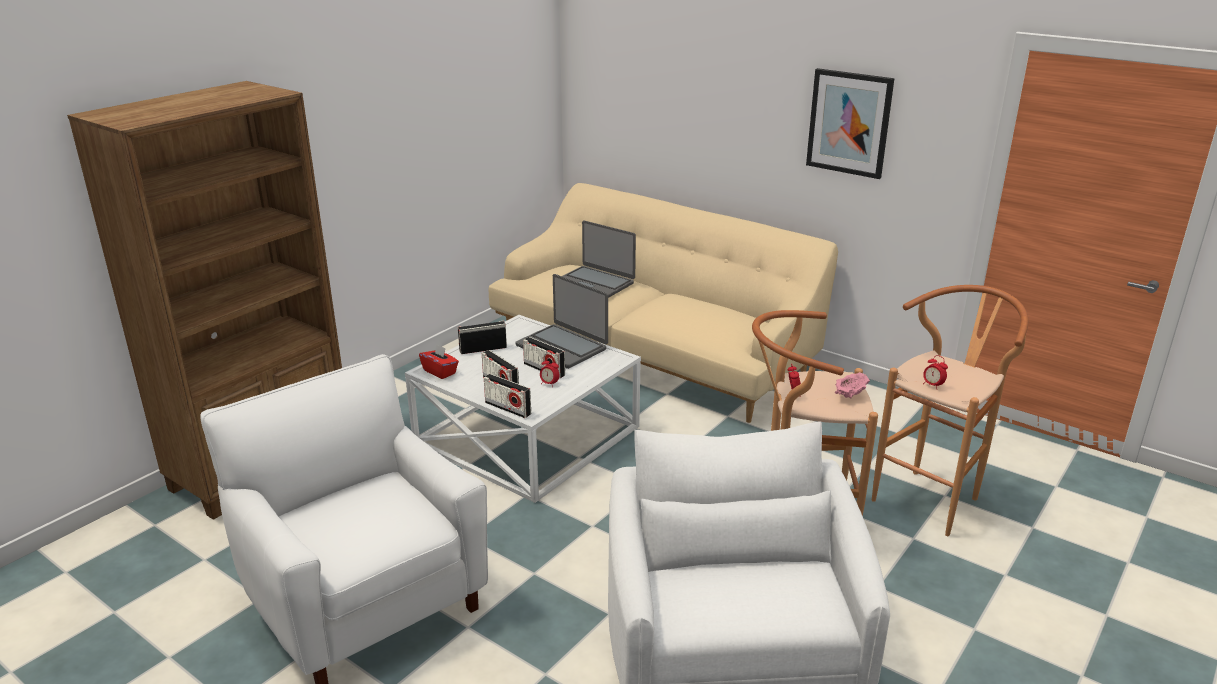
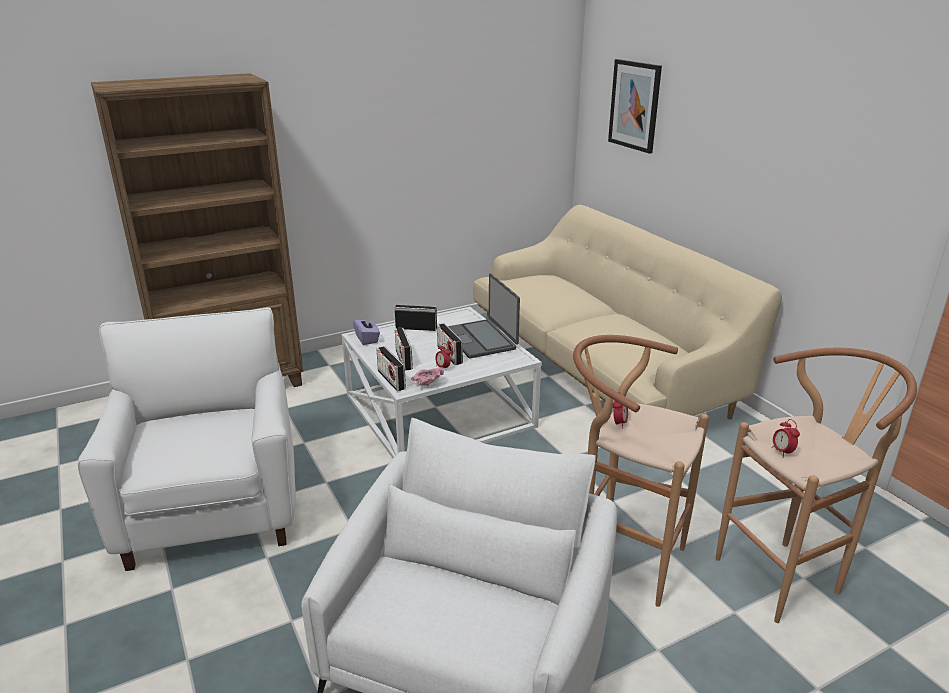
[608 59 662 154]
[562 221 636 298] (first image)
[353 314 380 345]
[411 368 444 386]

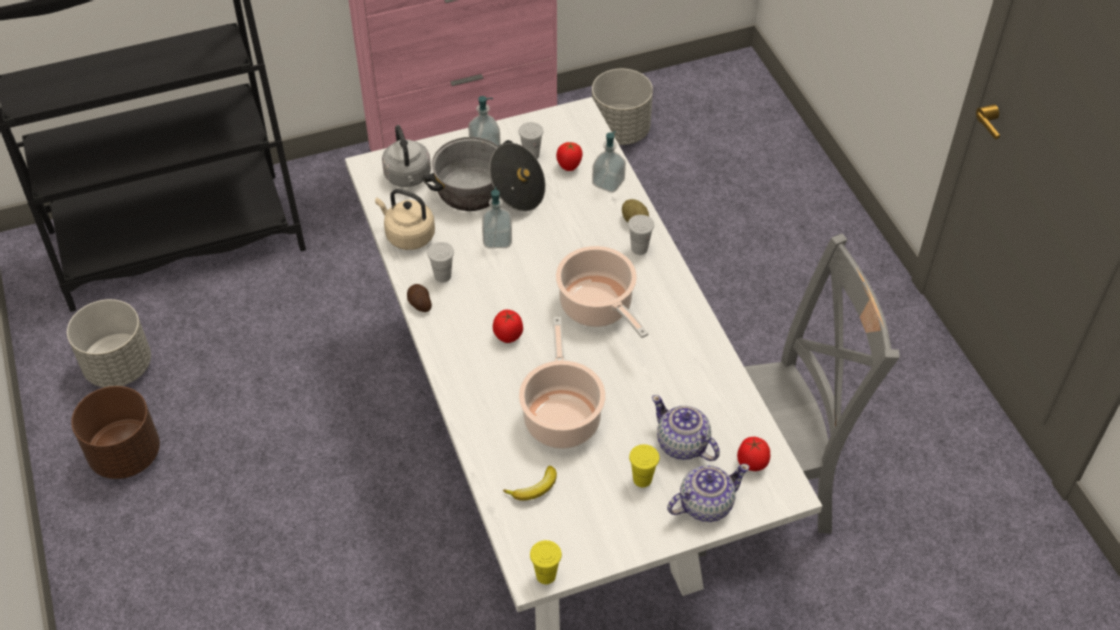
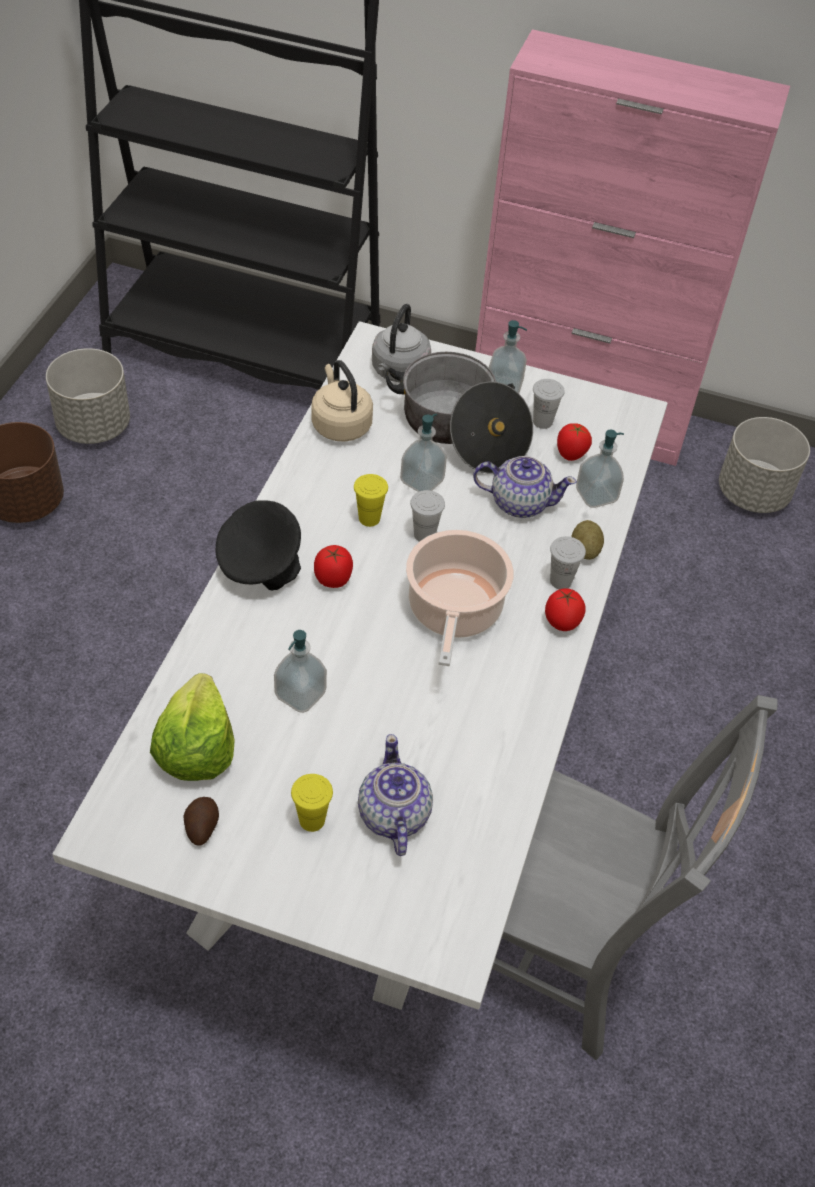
[410 490 445 541]
[183 797 219 846]
[274 630 327 713]
[545 588 586 631]
[473 456 576 518]
[150 673 235 781]
[354 474 388 527]
[215 500 301 590]

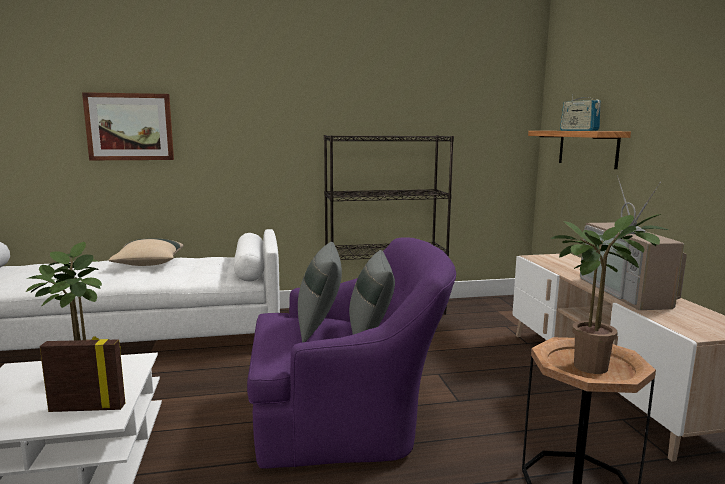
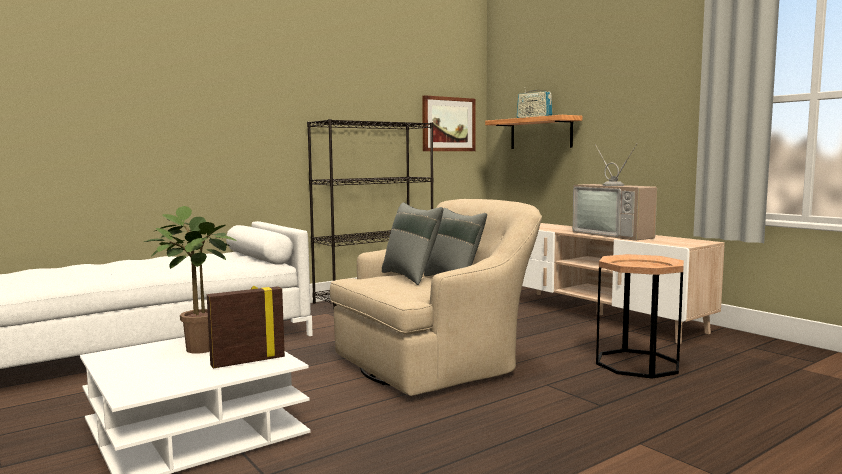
[422 95 476 151]
[550 214 668 374] (first image)
[108 238 184 266] (first image)
[330 199 542 396]

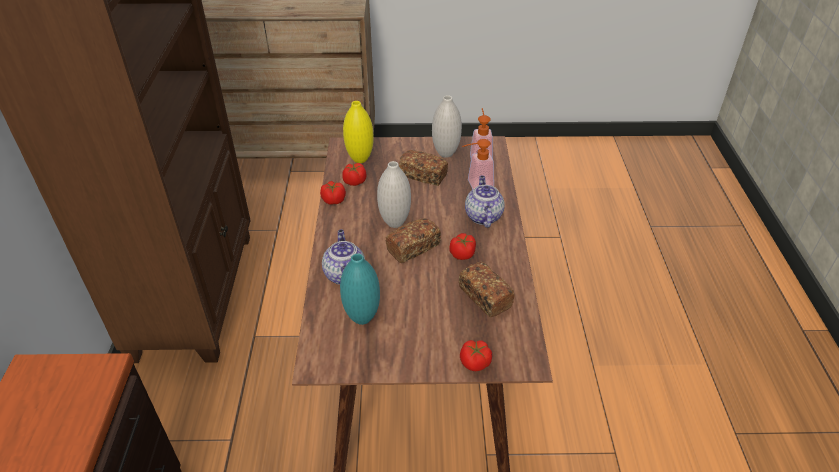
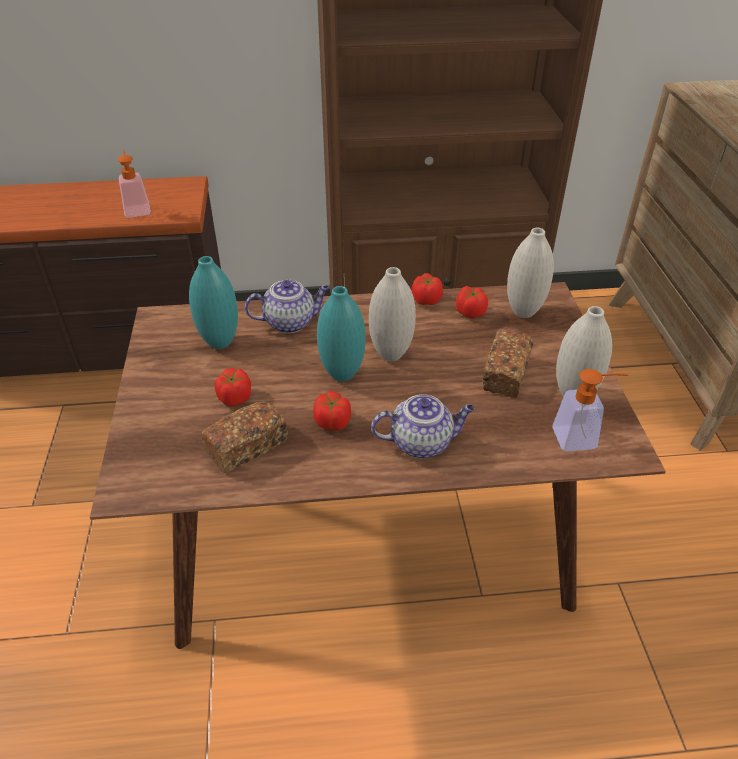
[507 228 554 318]
[117 149 151 218]
[317 286 366 382]
[214 368 251 407]

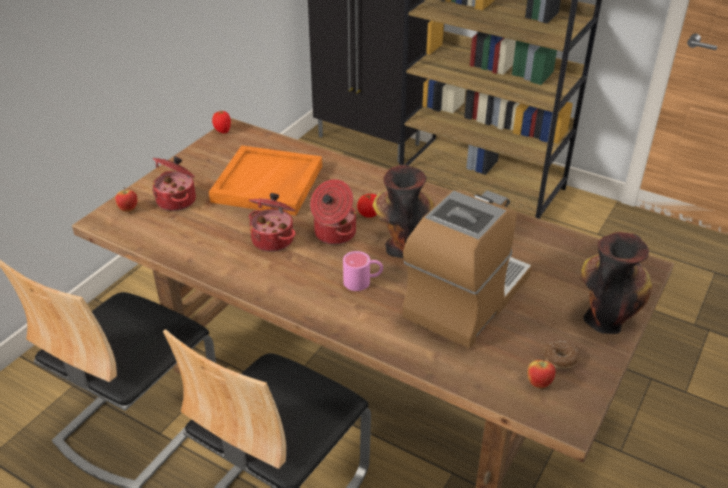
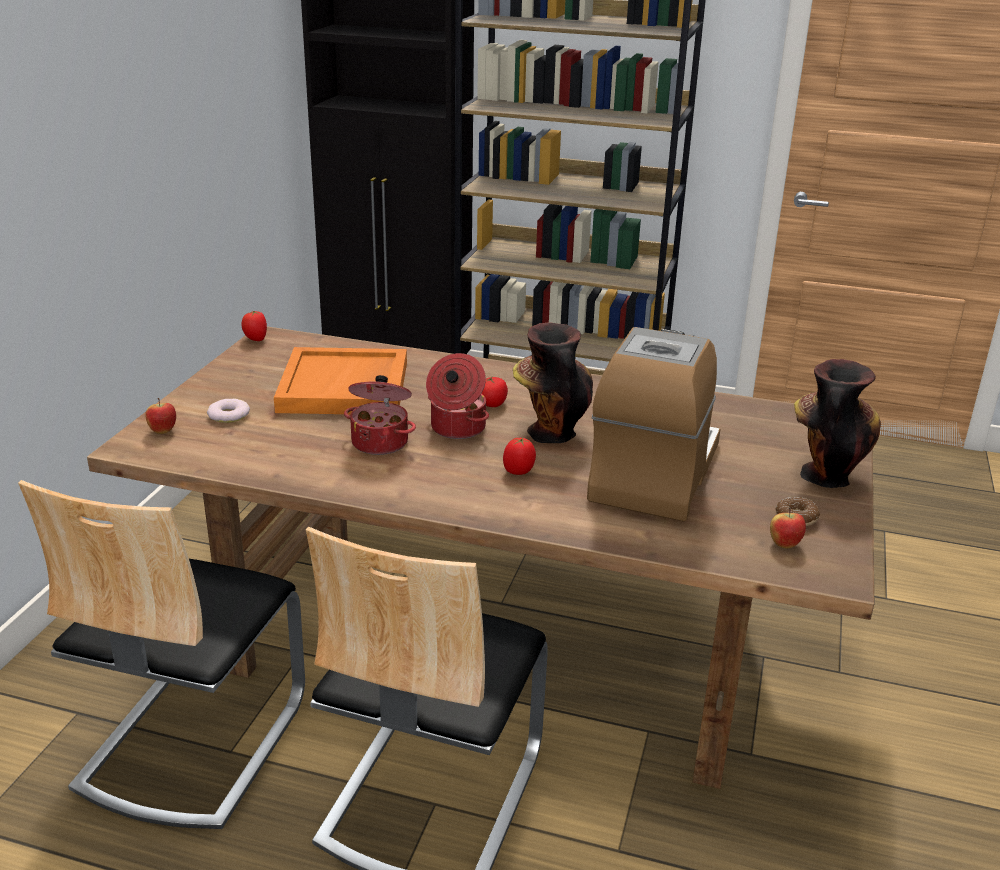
[207 399 250 423]
[503 438 536 475]

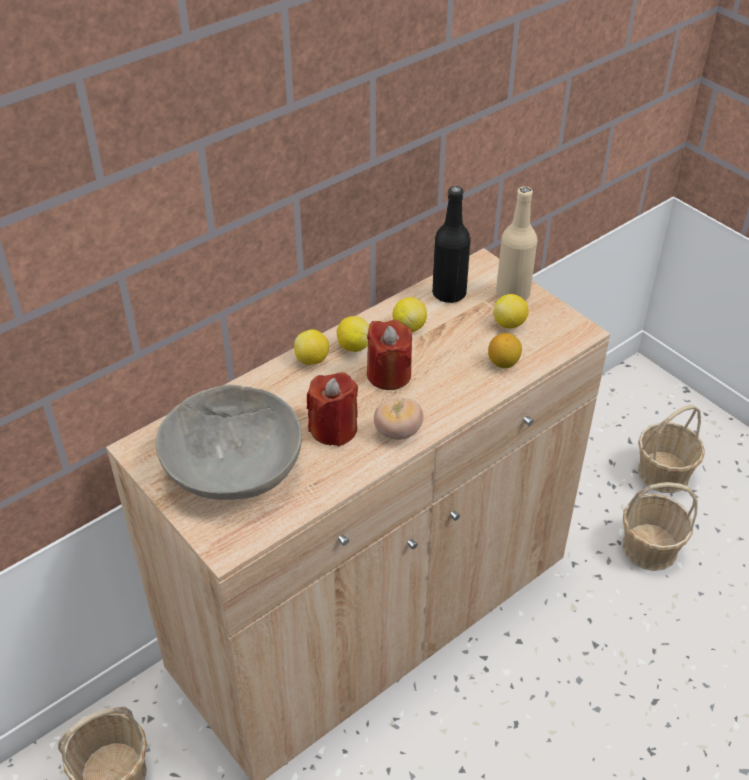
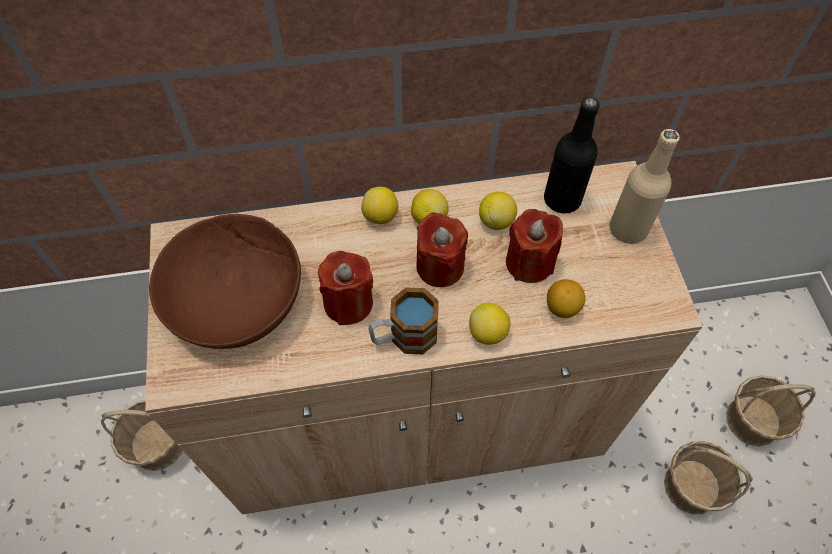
[469 303 510 345]
[149 214 301 349]
[368 288 439 354]
[506 209 563 283]

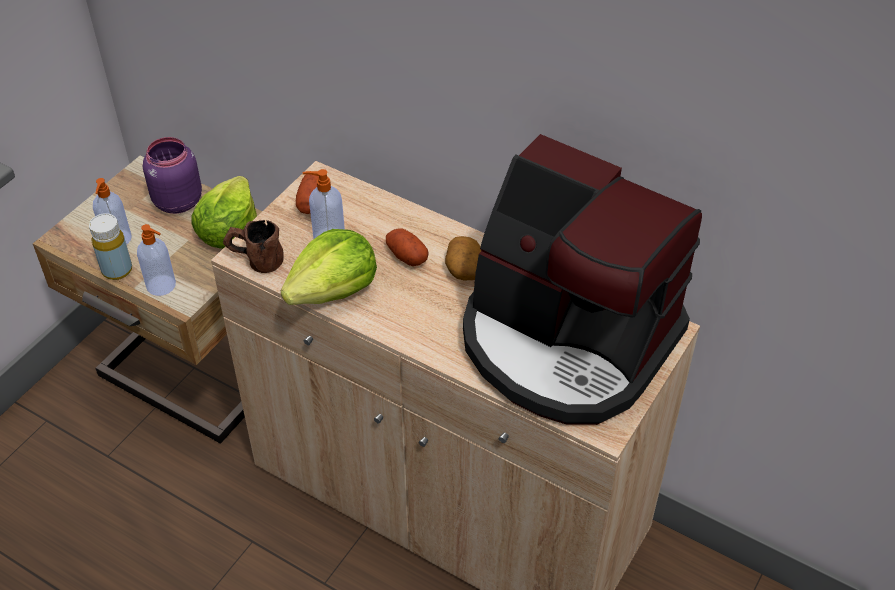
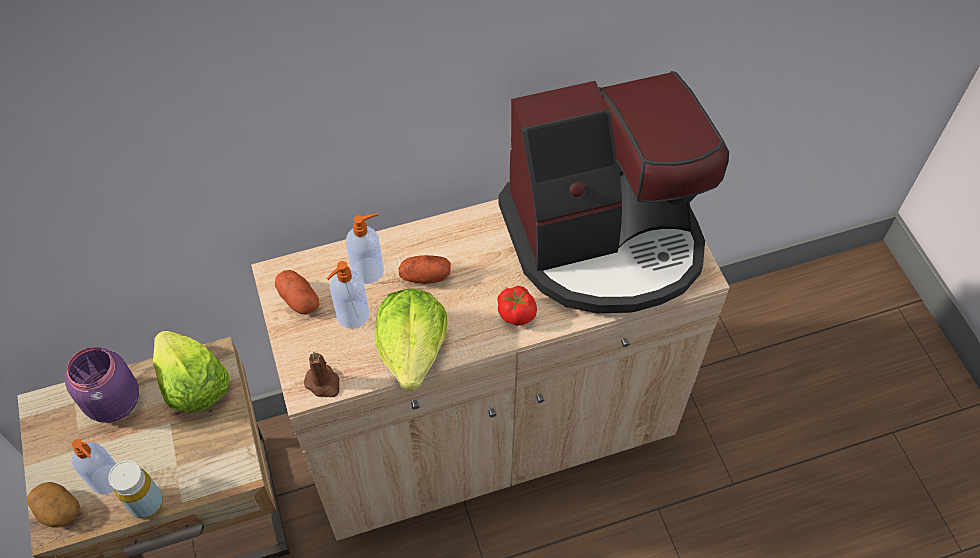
[304 351 340 397]
[346 213 384 284]
[27 482 80 528]
[497 286 537 326]

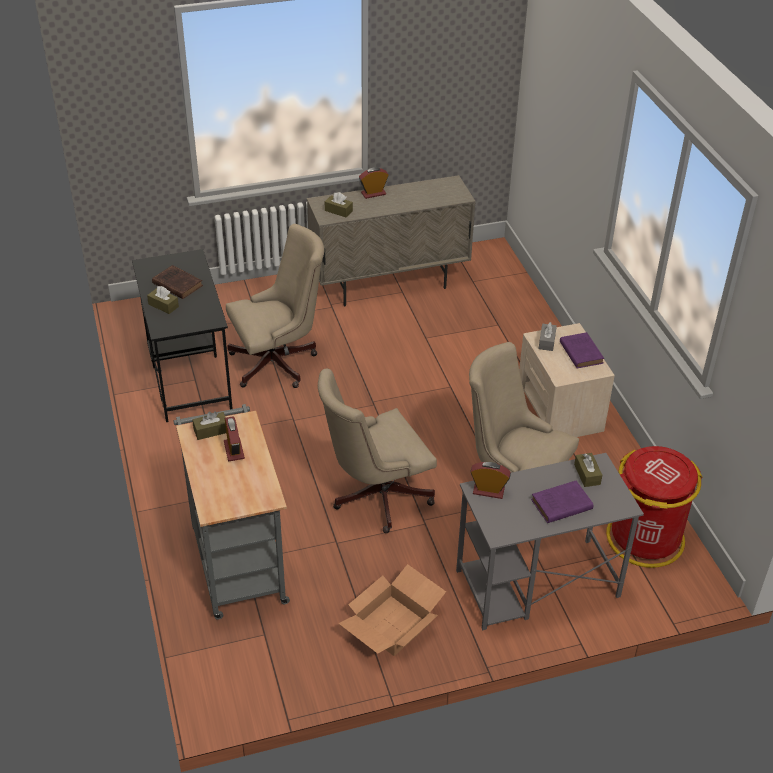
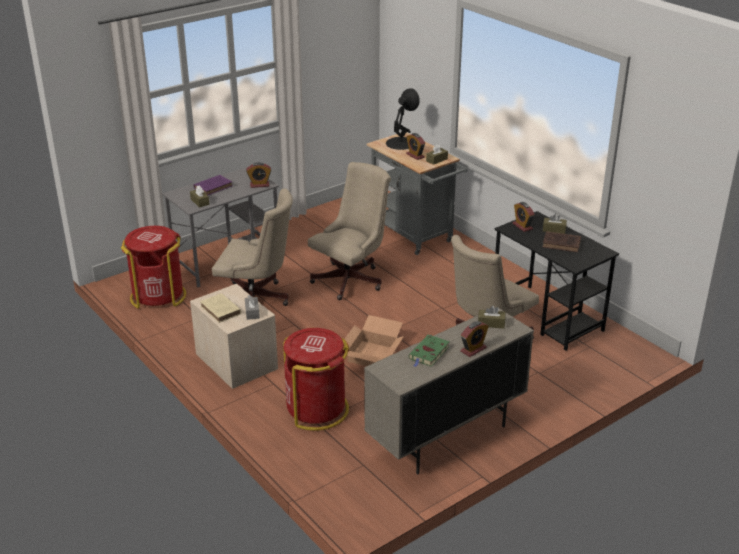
[200 293 241 323]
[345 315 404 366]
[386 88 420 150]
[513 202 535 232]
[283 328 349 431]
[408 335 450 367]

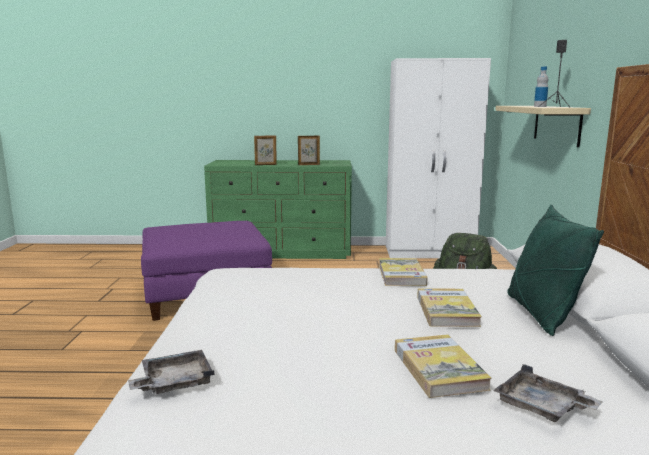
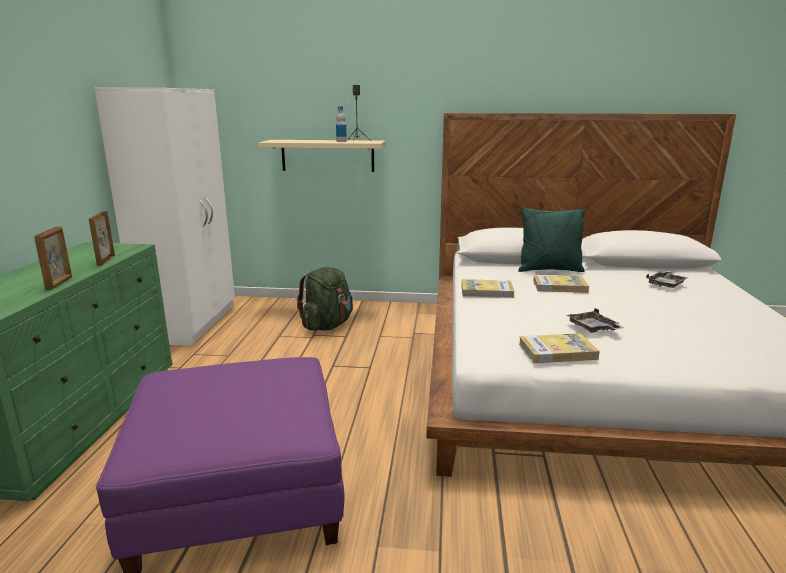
[519 333 600 363]
[567 308 624 333]

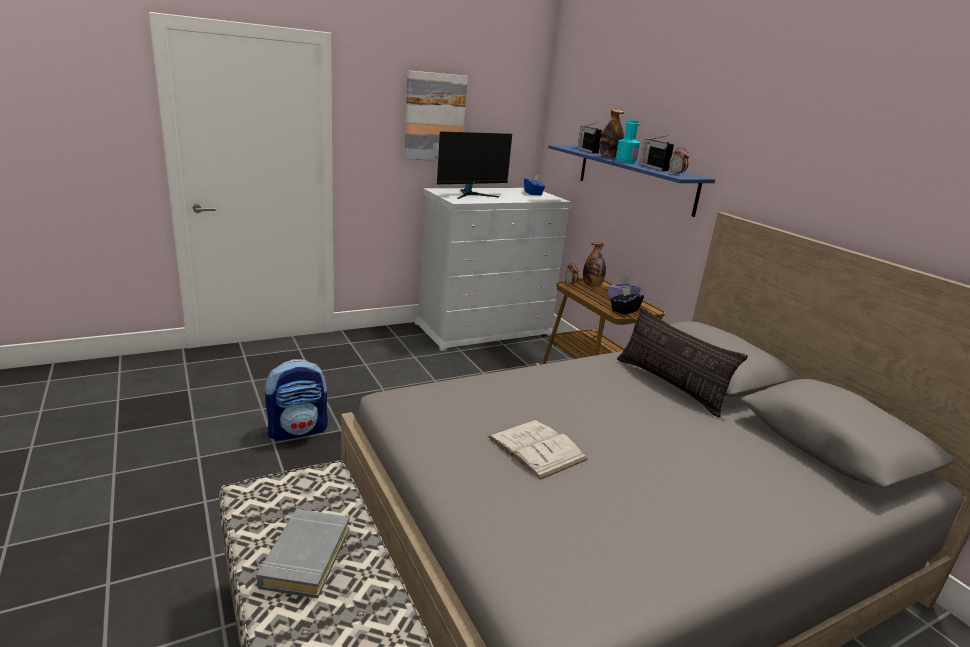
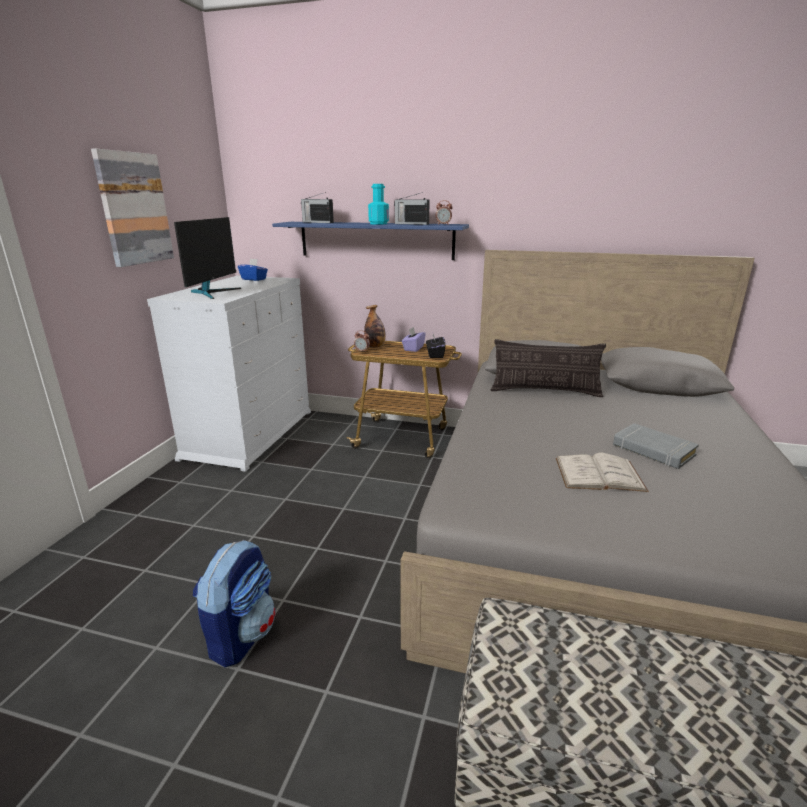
[599 109 624 158] (first image)
[613 423 699 469]

